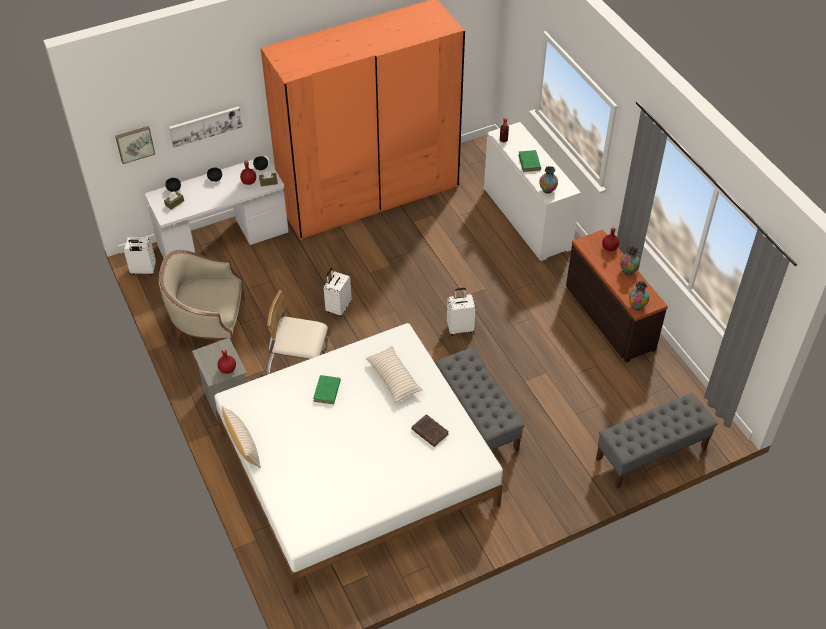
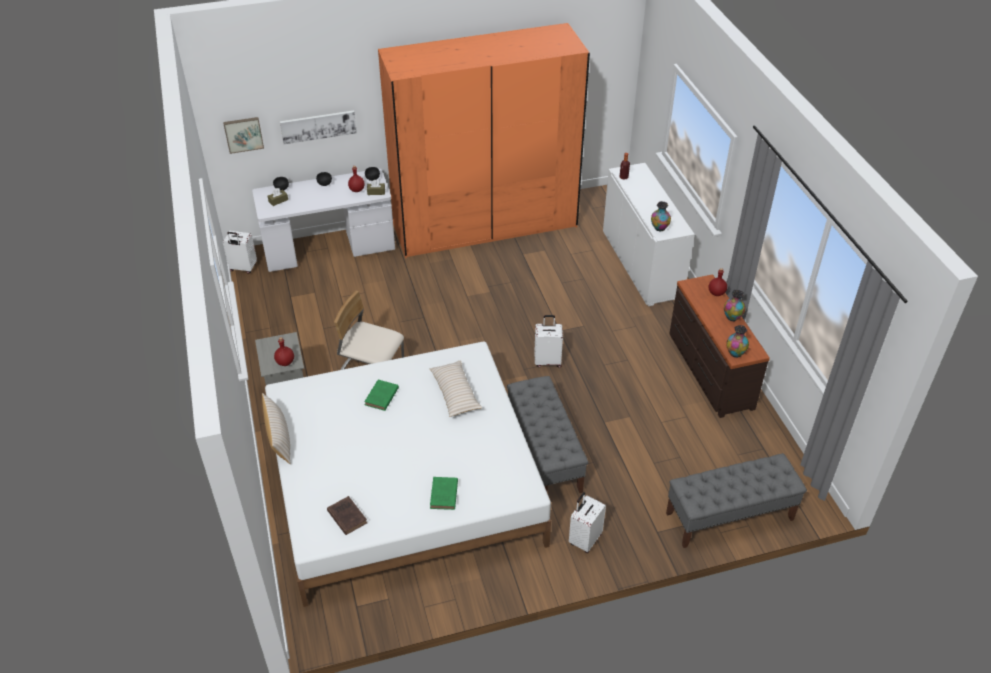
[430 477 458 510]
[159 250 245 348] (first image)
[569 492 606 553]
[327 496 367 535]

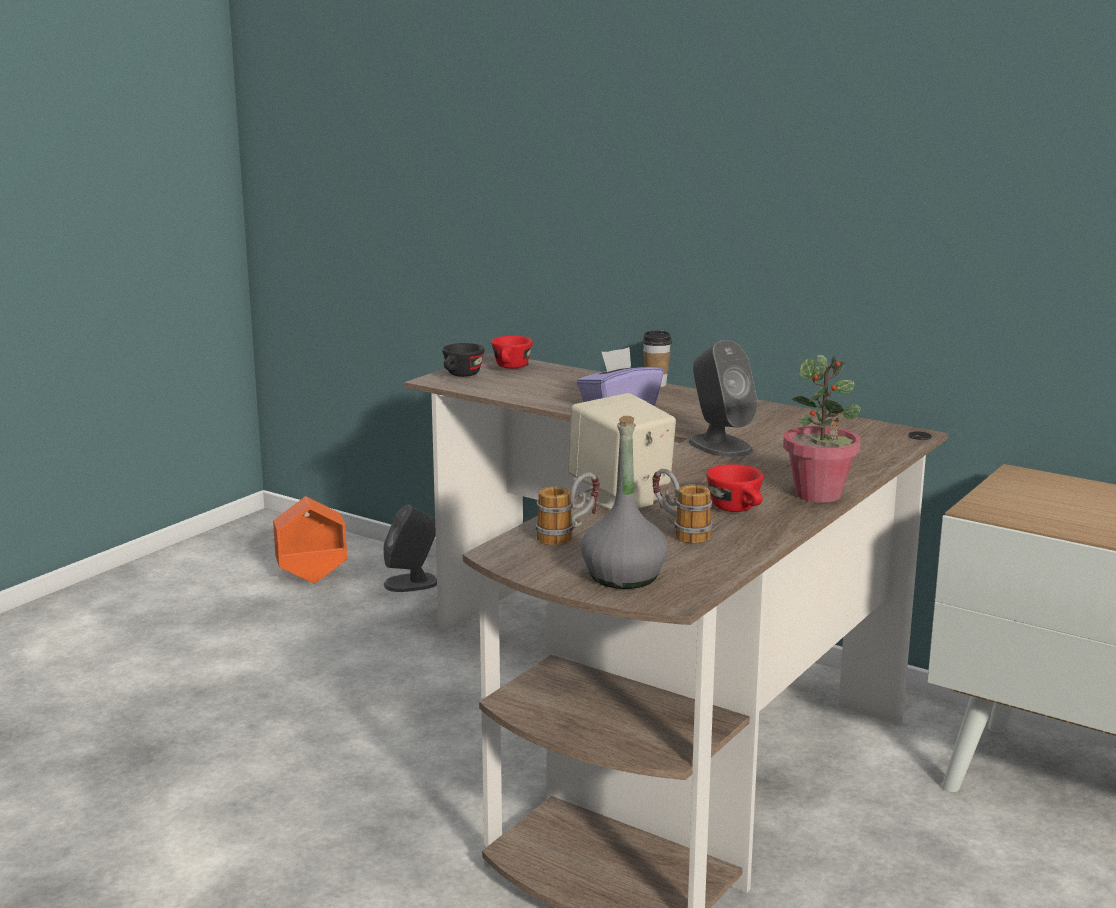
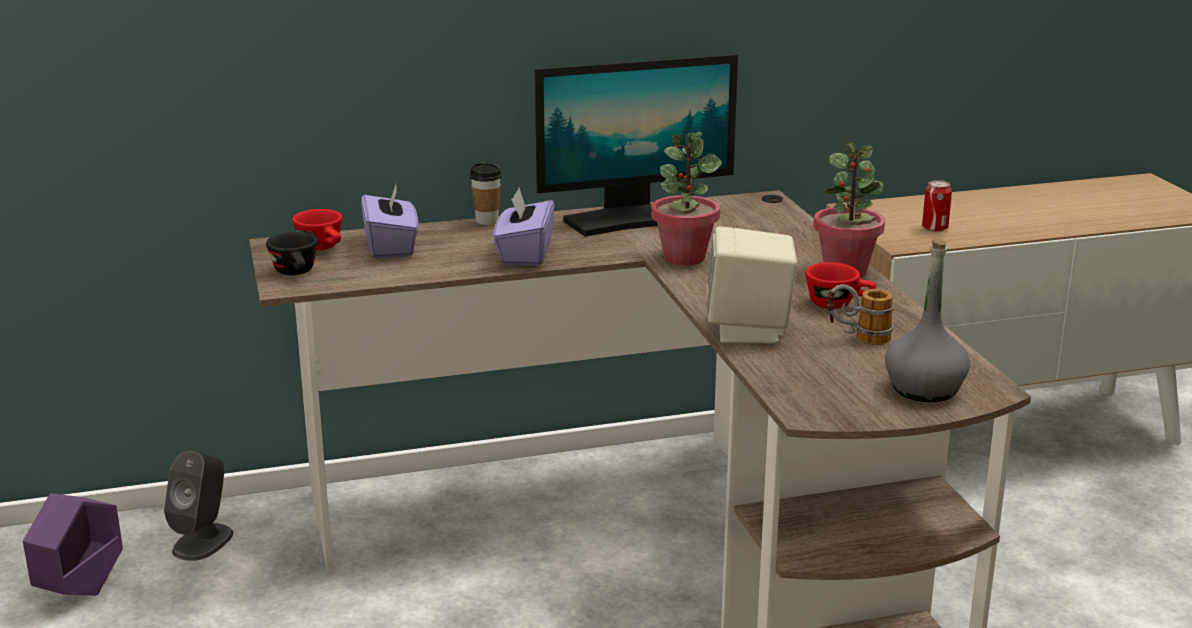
[651 132 722 265]
[536 472 600 545] (first image)
[23 493 123 595]
[535 54 738 237]
[922 180 952 232]
[361 185 418 259]

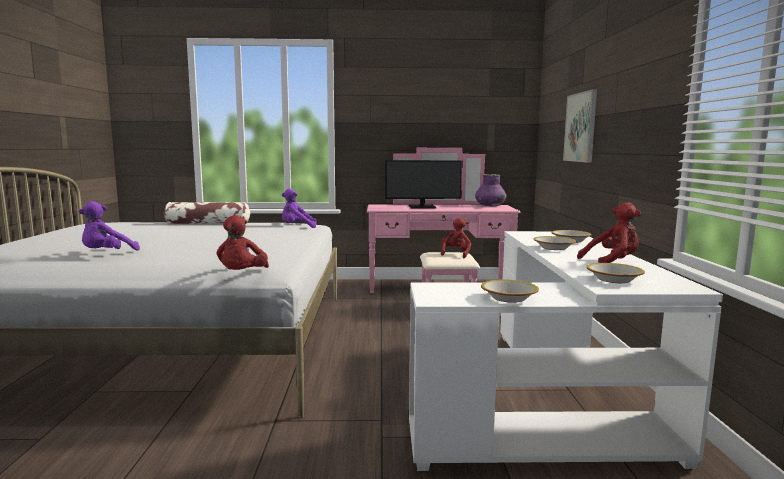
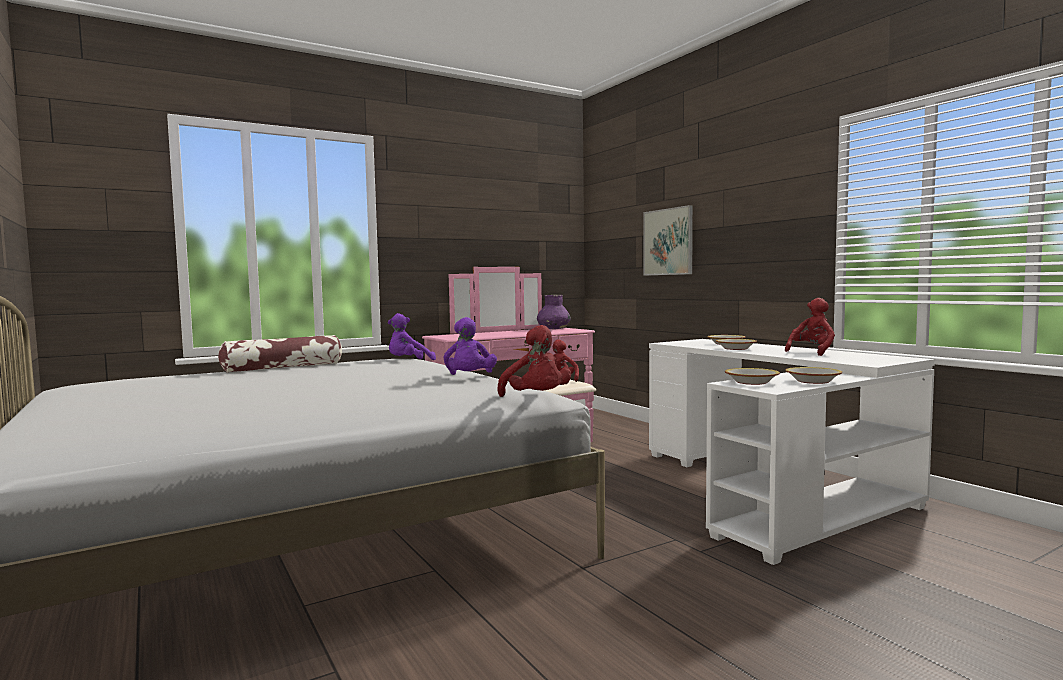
[385 160 461 209] (first image)
[444 317 497 375]
[725 368 780 385]

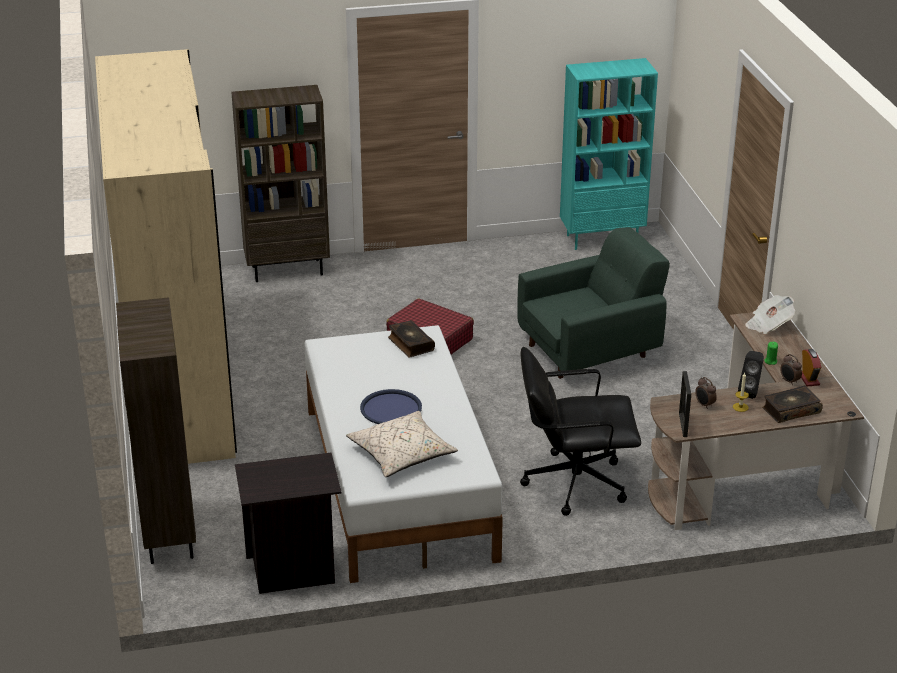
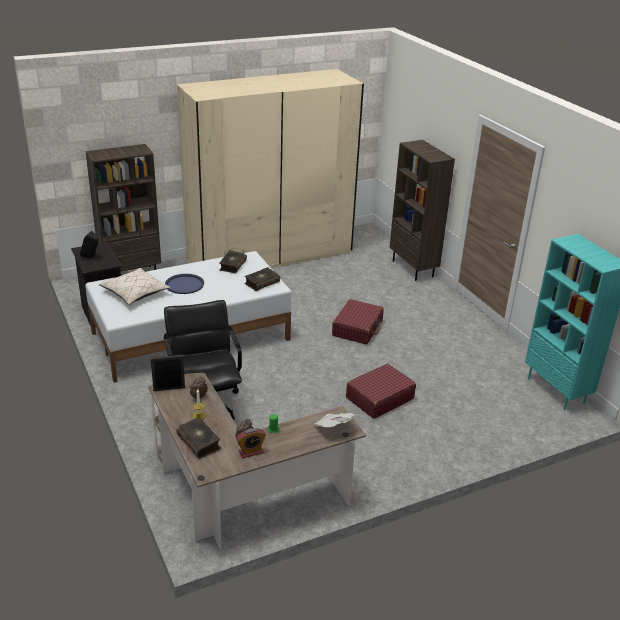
[346 364 416 419]
[80 231 99 258]
[219 250 247 273]

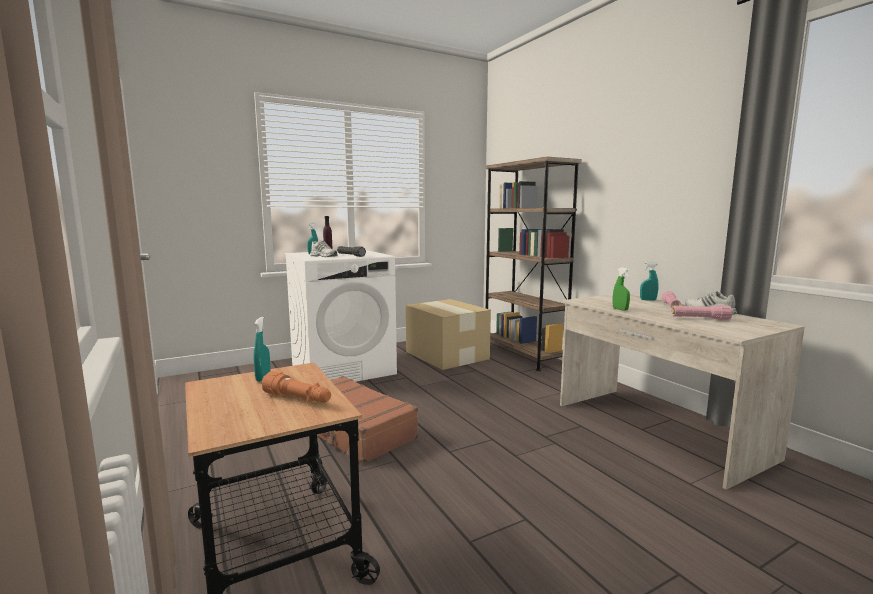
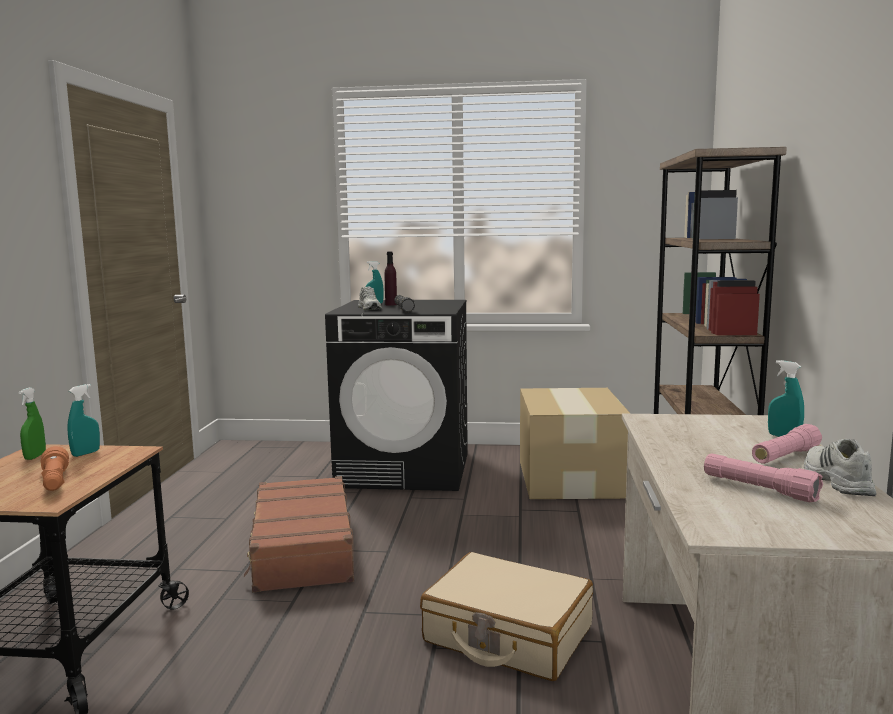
[325 300 468 491]
[19 387 46 460]
[420 552 593 681]

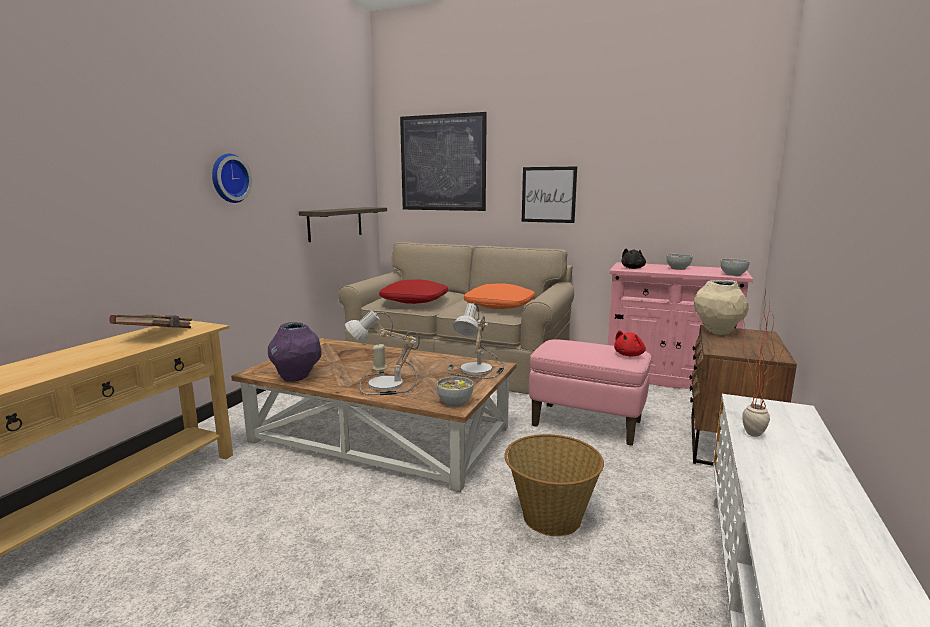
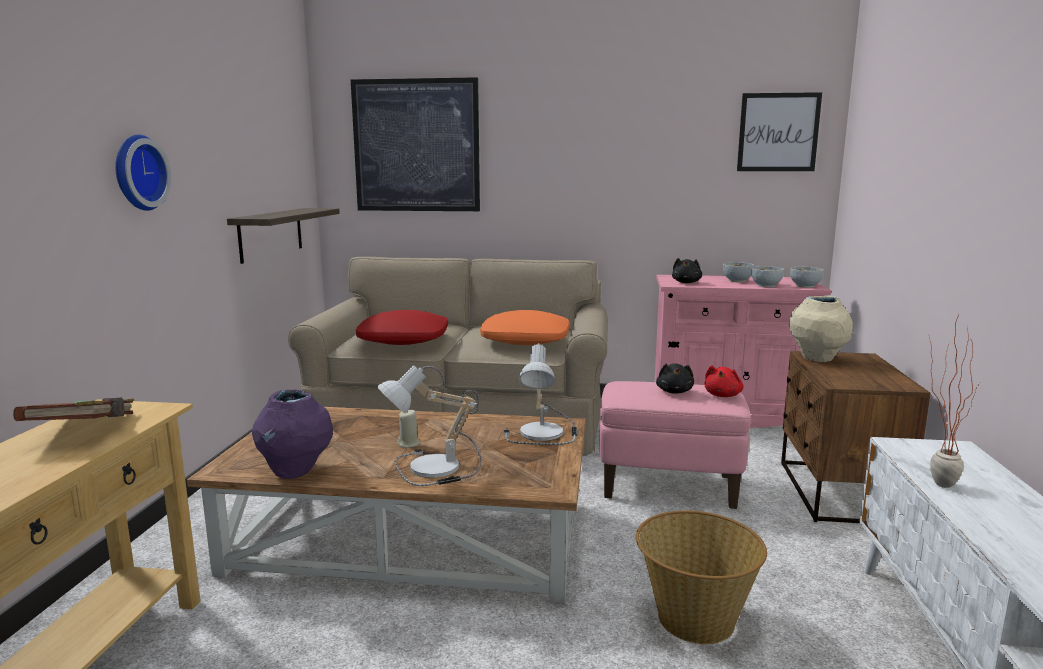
[737 92 822 171]
[751 266 784 287]
[656 364 694 394]

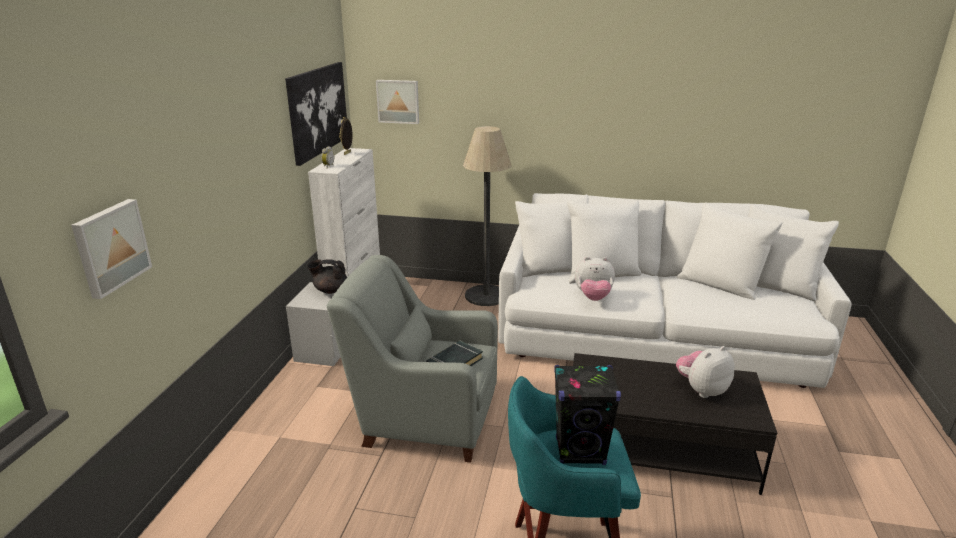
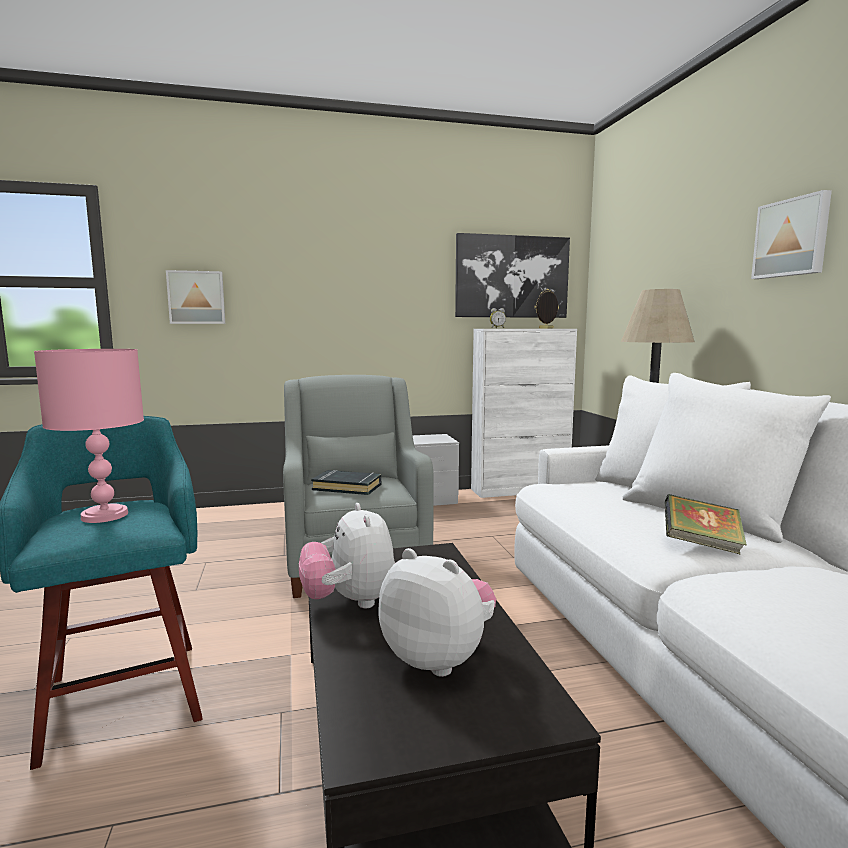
[751 190 832 279]
[299 503 395 608]
[307 259 347 294] (first image)
[34 349 144 523]
[665 494 747 554]

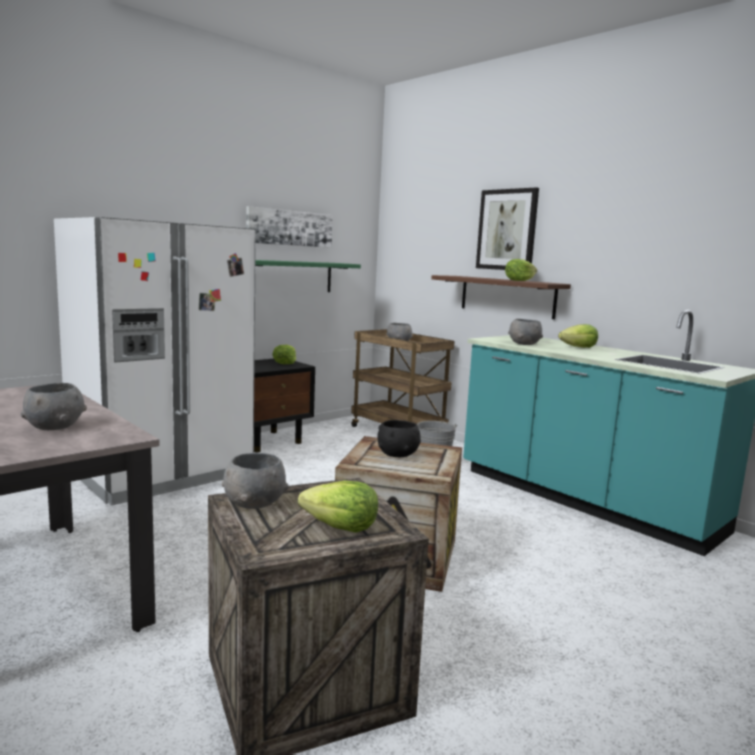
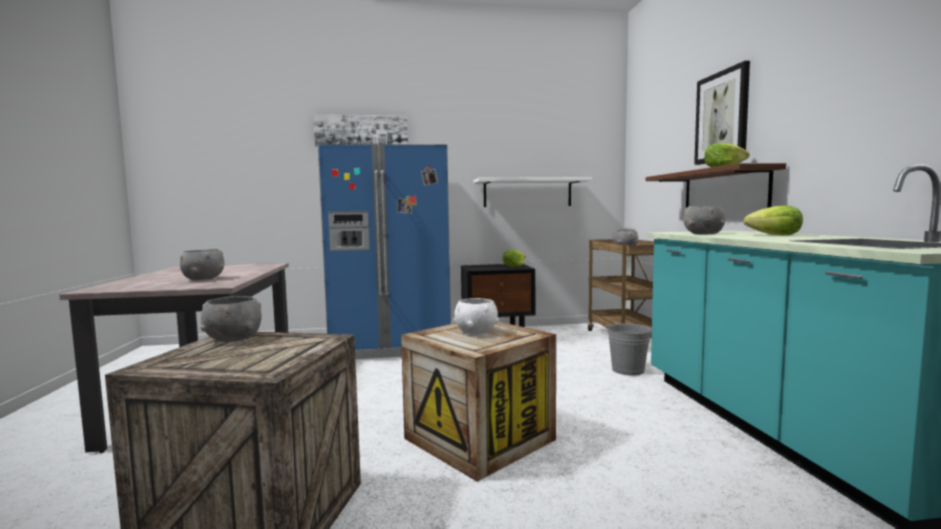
[313 114 408 147]
[318 144 451 359]
[474 177 592 207]
[453 298 499 335]
[298 481 378 533] (first image)

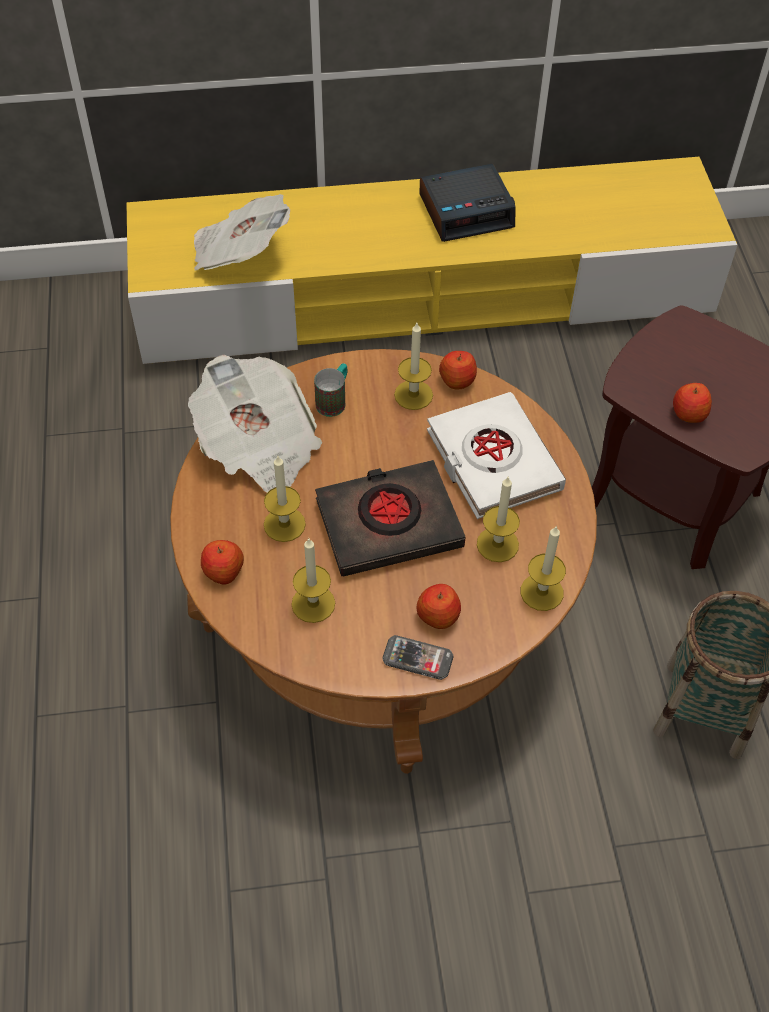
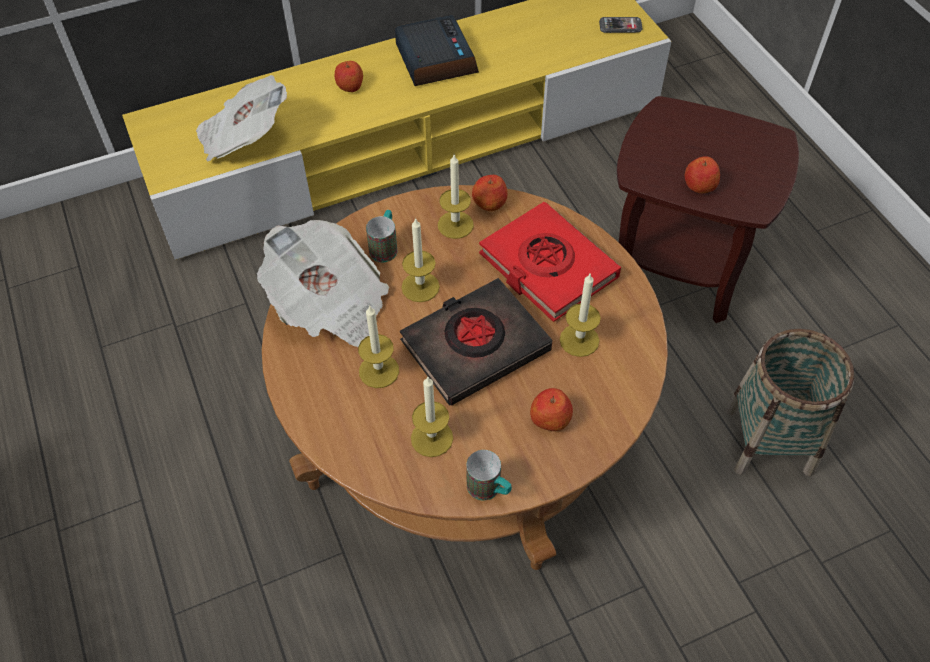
[395 15 479 86]
[479 202 621 322]
[401 217 440 302]
[335 61 363 92]
[599 17 643 33]
[466 450 512 501]

